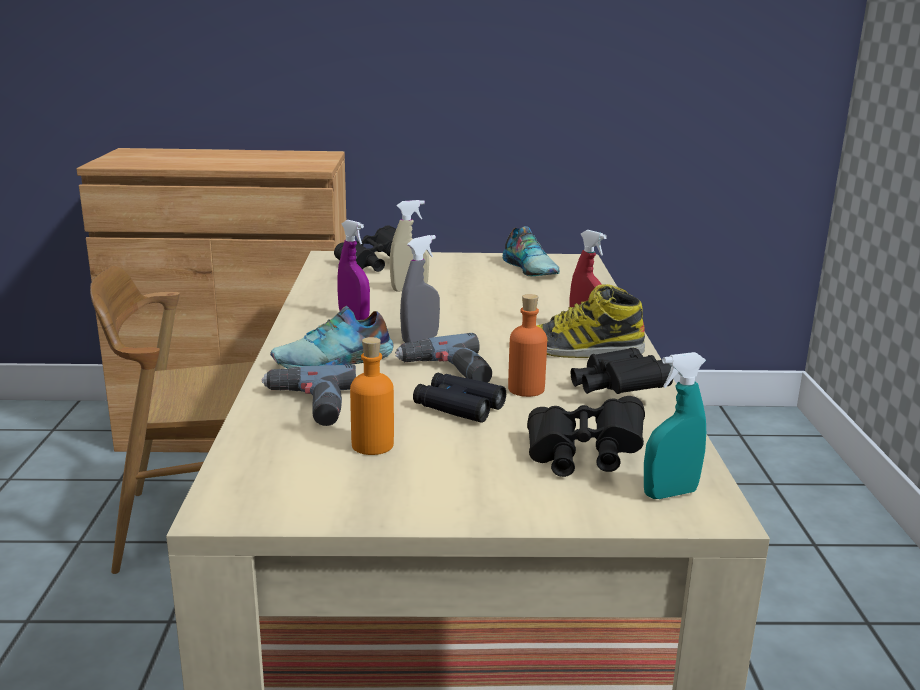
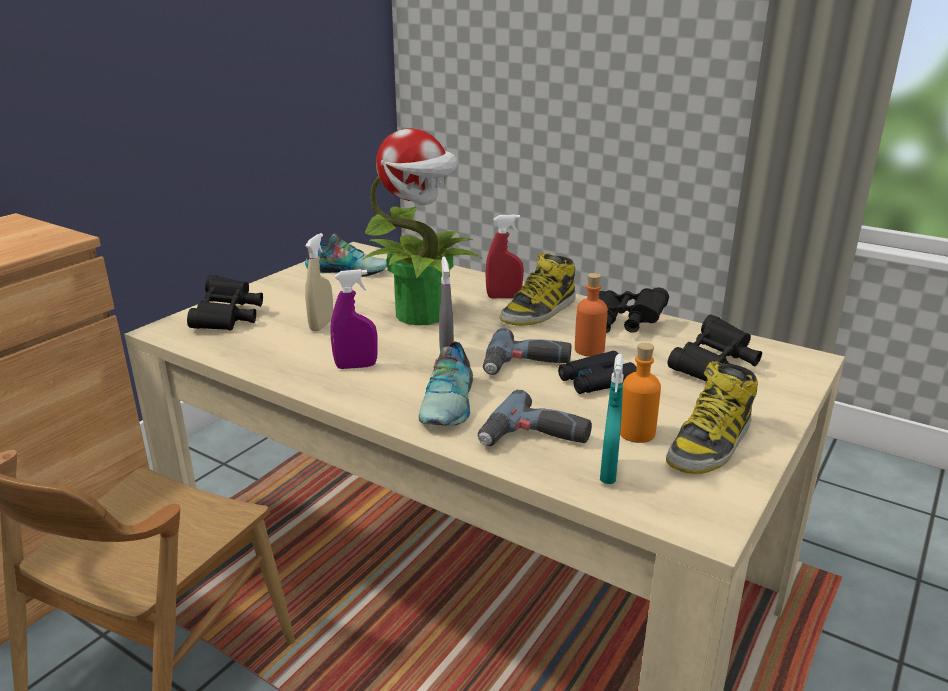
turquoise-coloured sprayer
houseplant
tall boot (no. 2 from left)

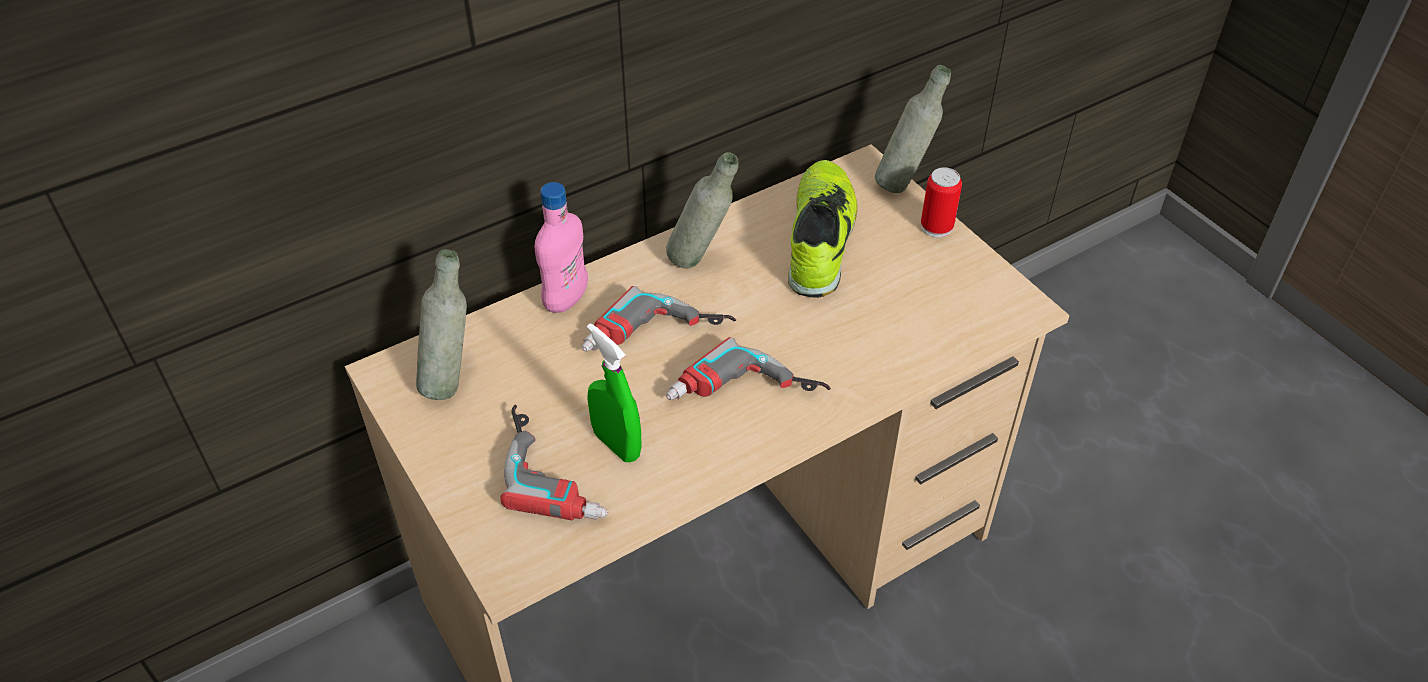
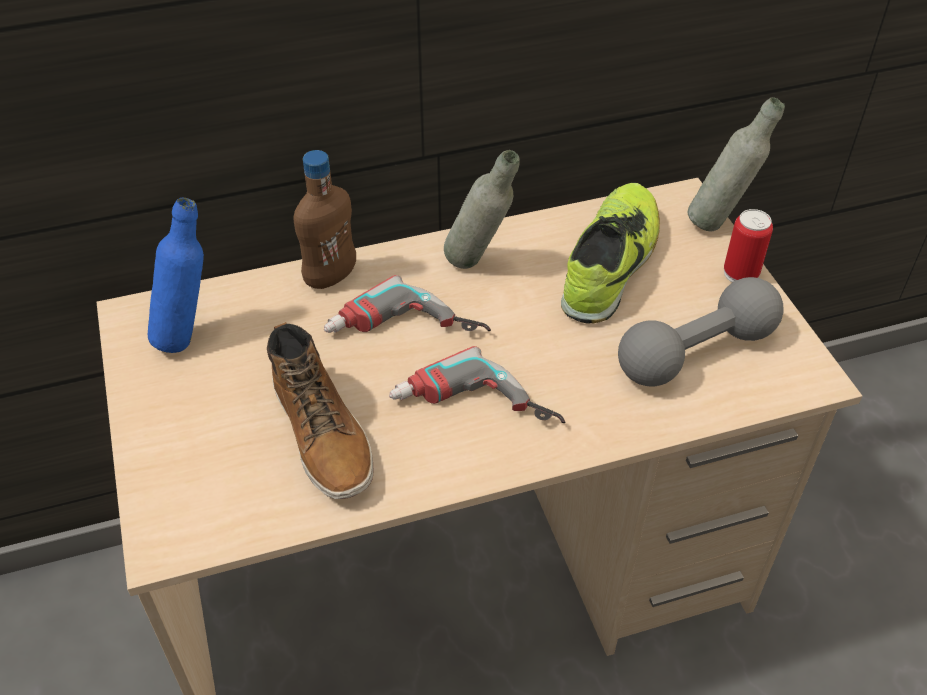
brown-coloured beverage bottle
blue beverage bottle
tall boot
power drill (no. 1 from left in the first image)
grey dumbbell

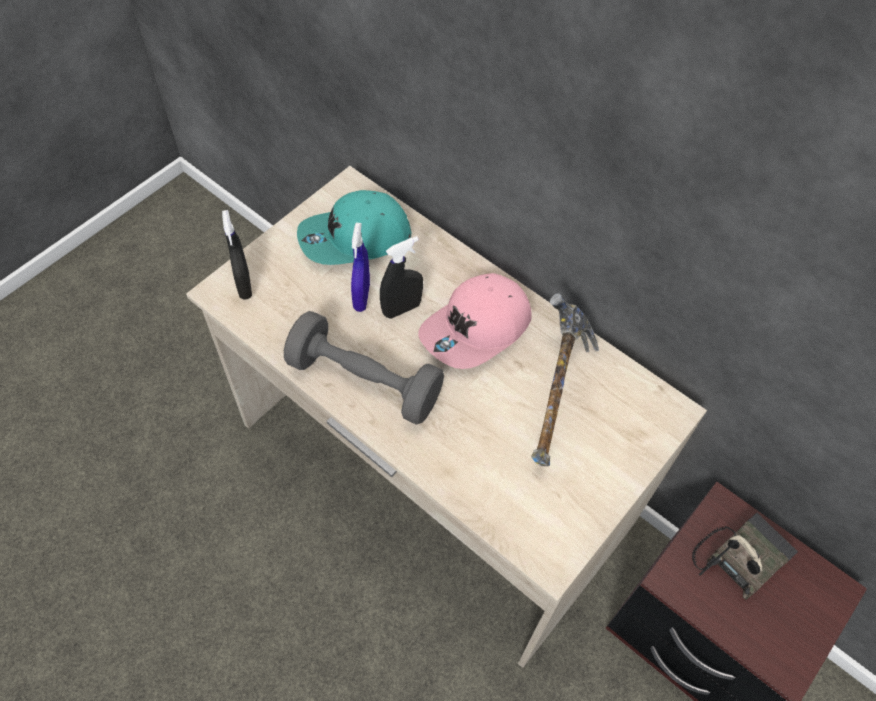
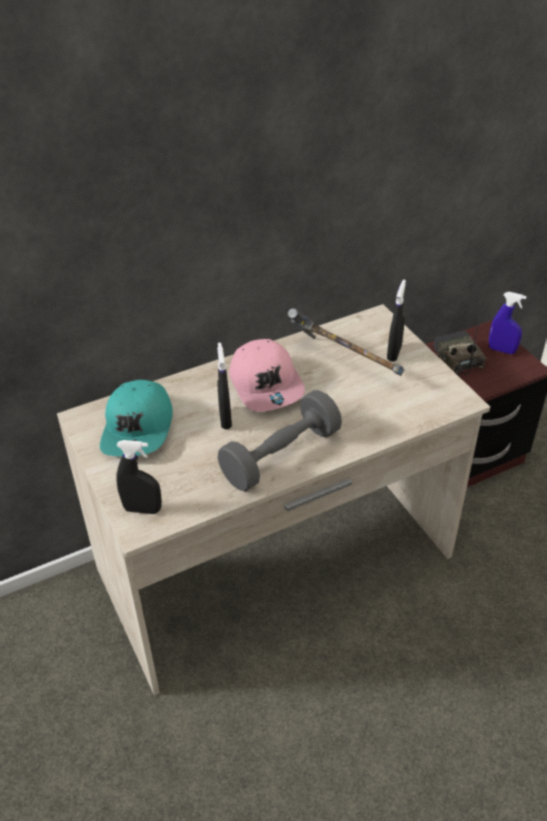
blue sprayer
blackish sprayer (no. 3 from left)

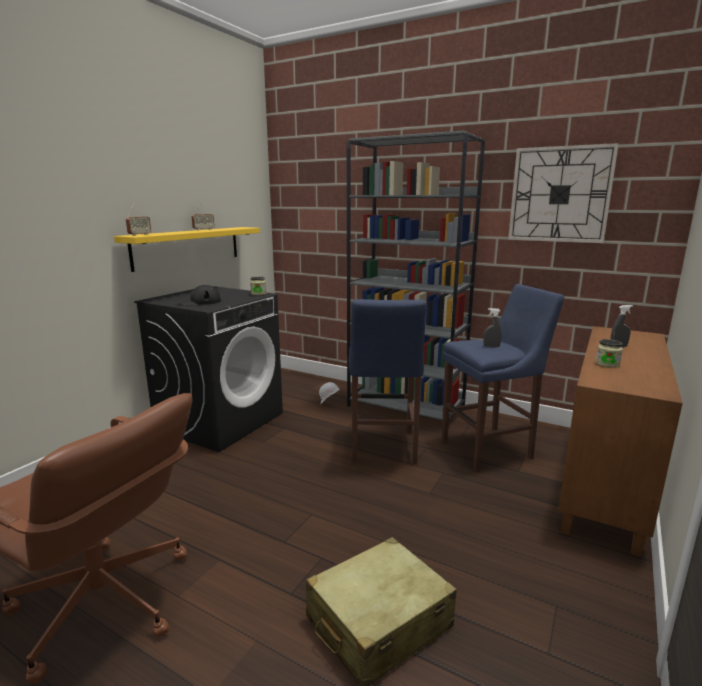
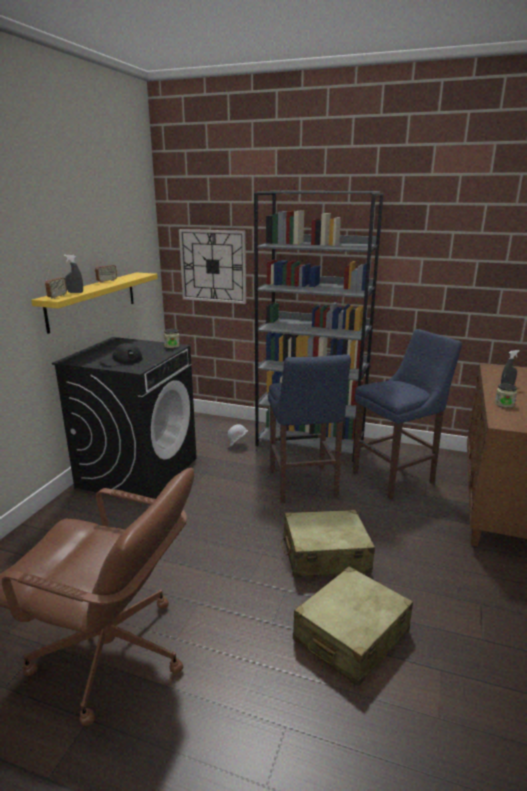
wall clock
grey sprayer (no. 1 from left)
sand-coloured piece of luggage (no. 1 from left)

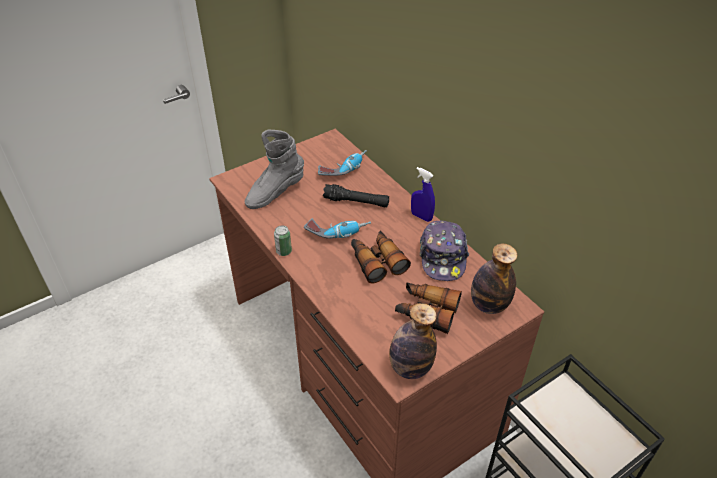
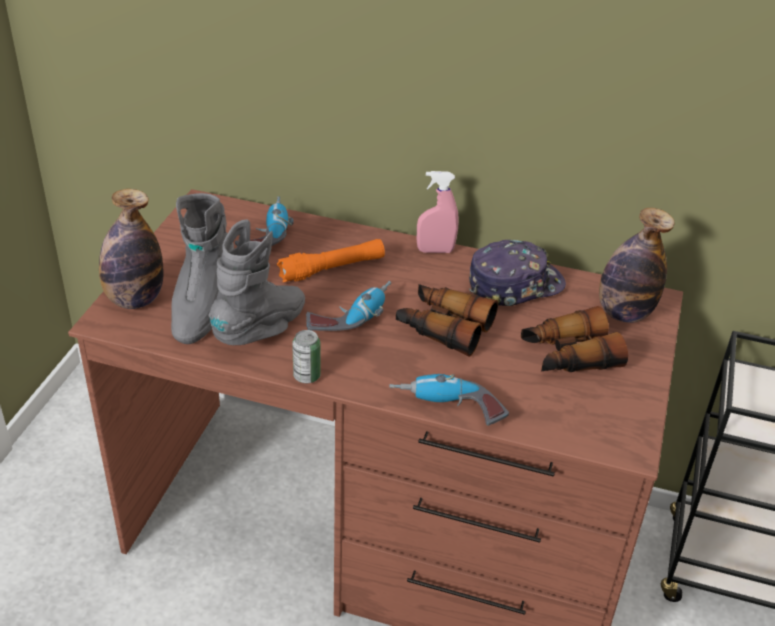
pink sprayer
orangey flashlight
baseball cap
beverage bottle (no. 1 from left)
grey tall boot (no. 2 from left)
power drill (no. 3 from left)

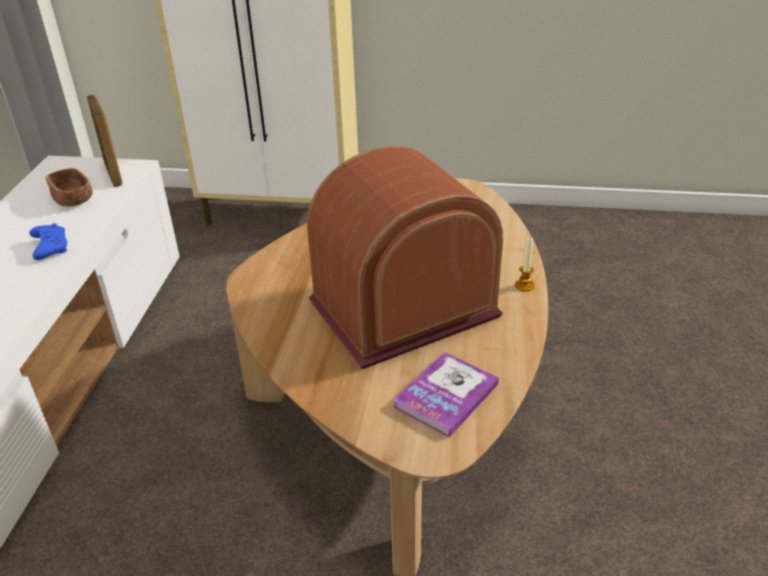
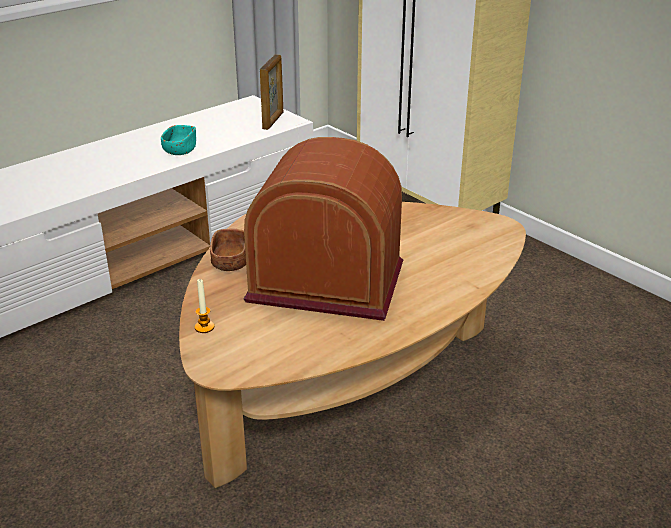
brown-coloured bowl
turquoise-coloured bowl
wax candle
bound book

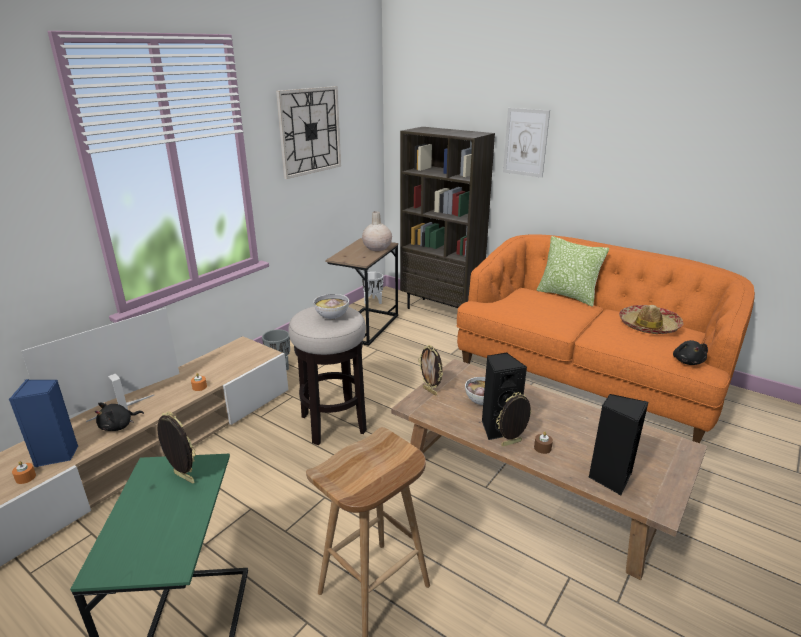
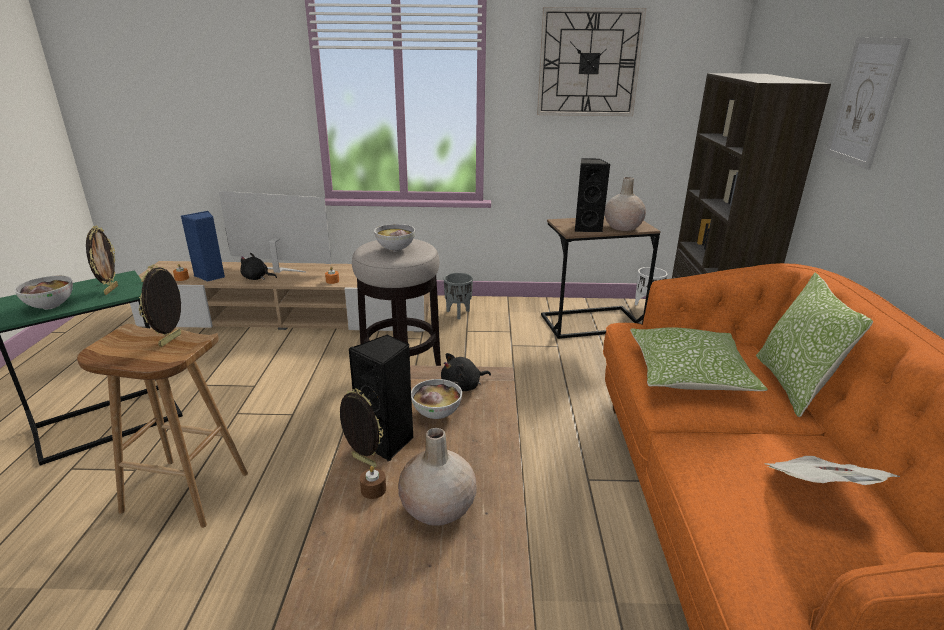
newspaper
blackish cuddly toy (no. 2 from left)
standing frame (no. 2 from left)
blackish audio speaker (no. 2 from left)
bowl (no. 1 from left)
throw pillow (no. 1 from left)
sand-coloured flower vase (no. 1 from left)

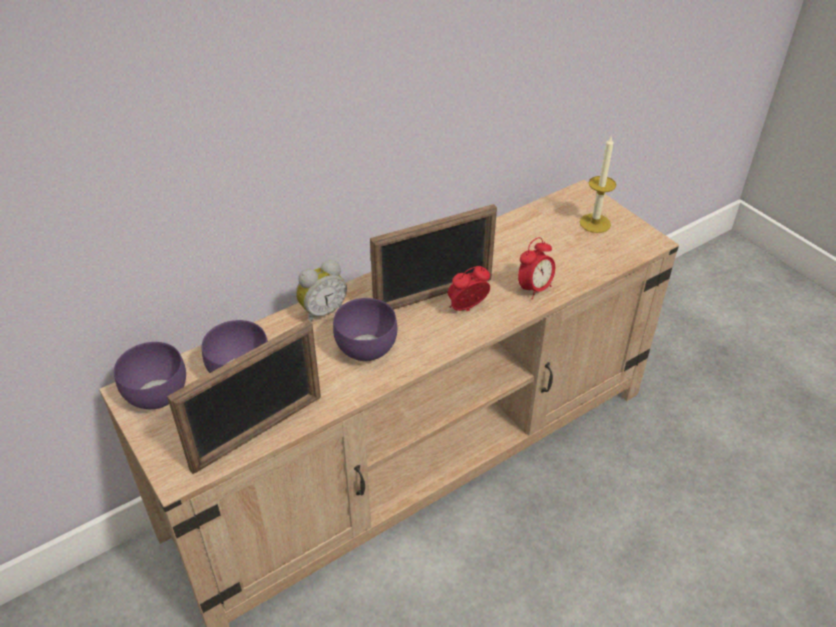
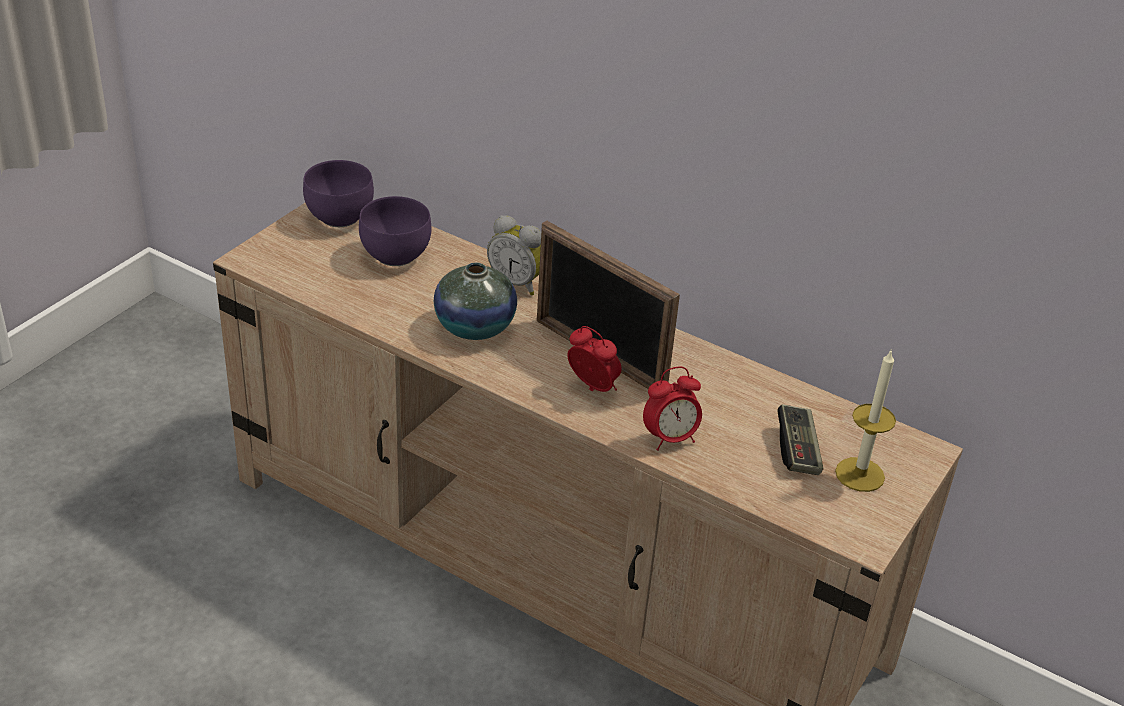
table clock (no. 3 from left)
flower vase
standing frame (no. 1 from left in the first image)
gamepad

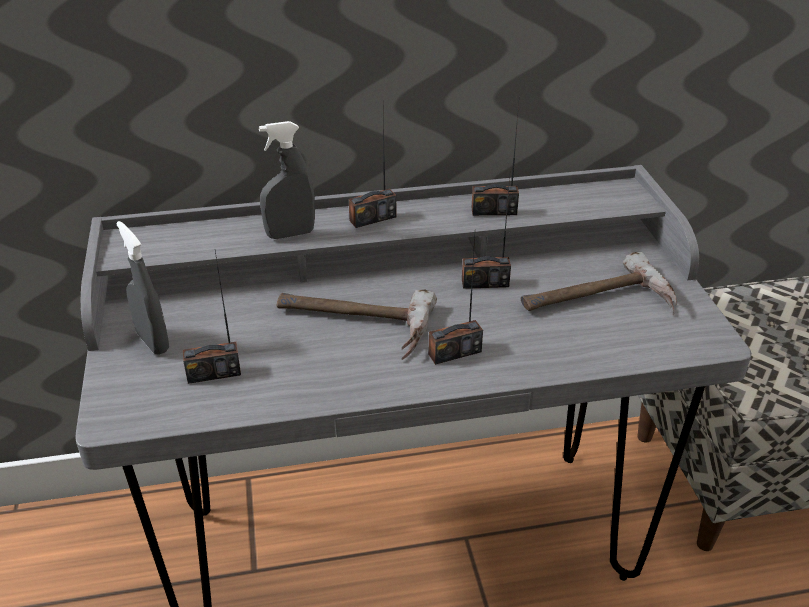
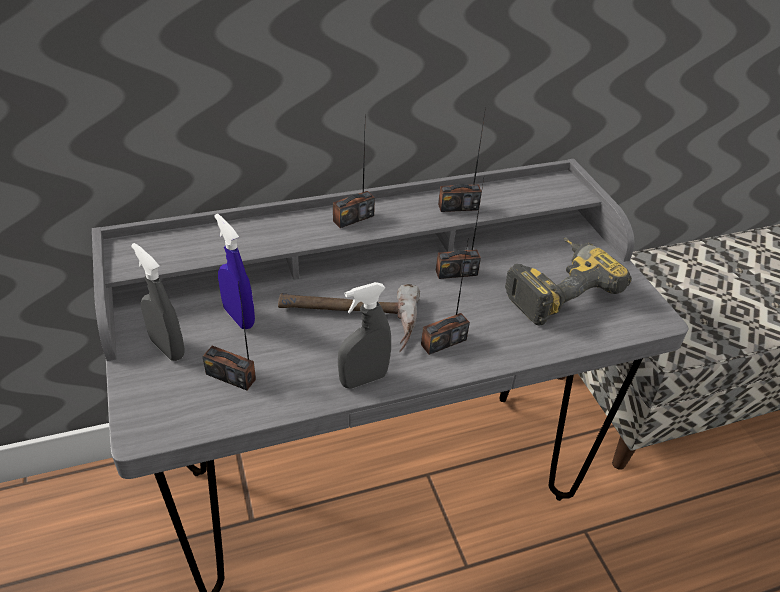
grey sprayer (no. 2 from left)
radio (no. 1 from left)
power drill
blue sprayer

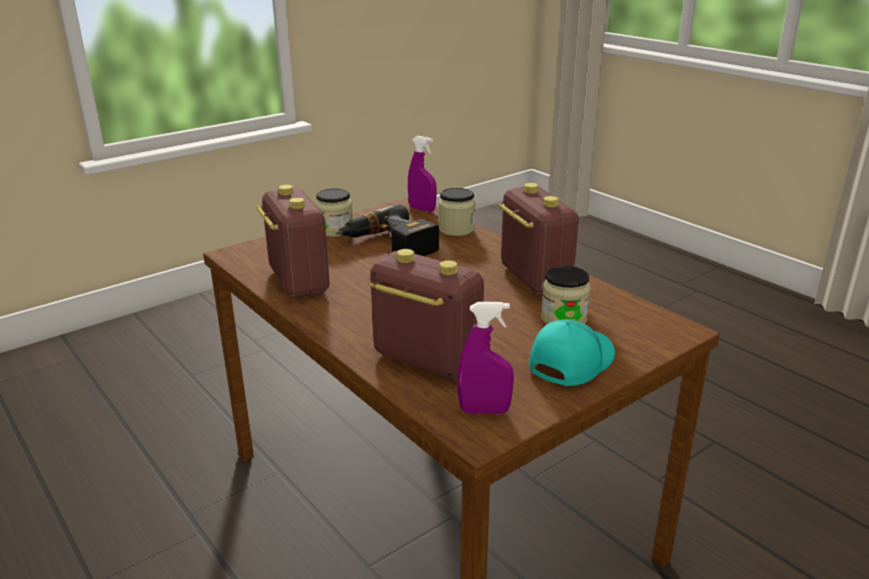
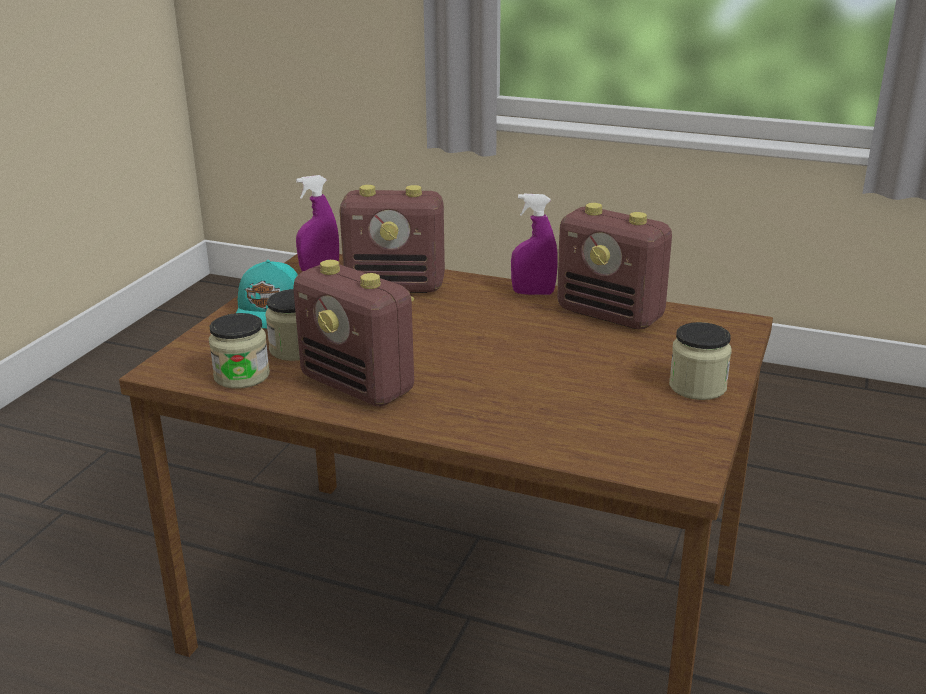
purple sprayer (no. 2 from left)
jar (no. 1 from left)
power drill

